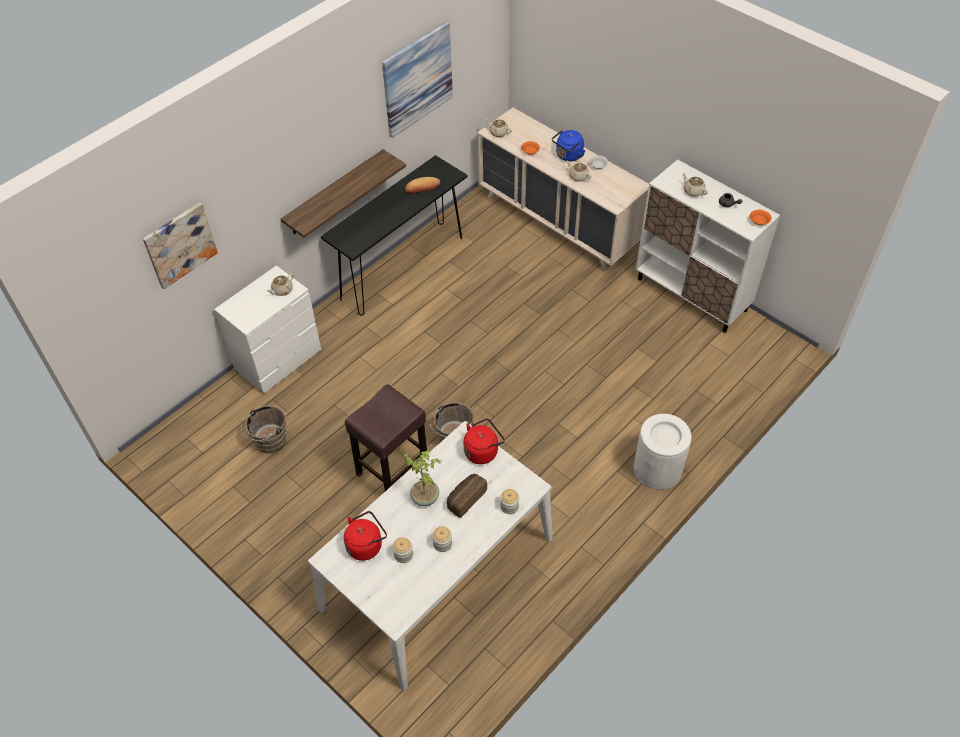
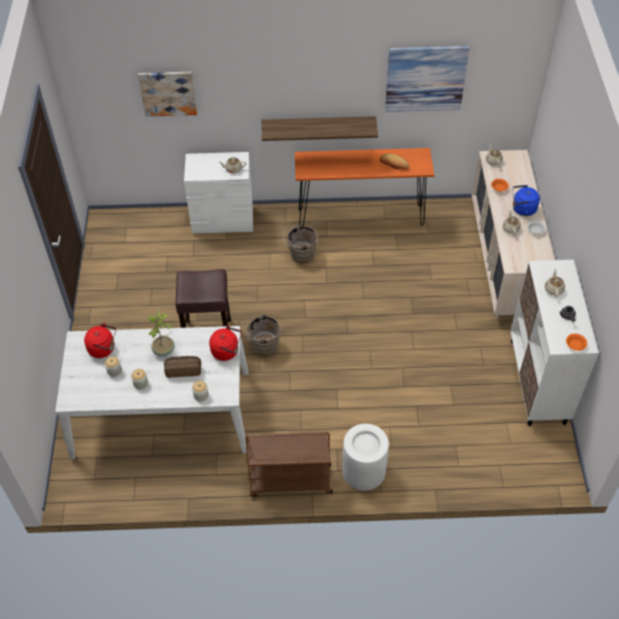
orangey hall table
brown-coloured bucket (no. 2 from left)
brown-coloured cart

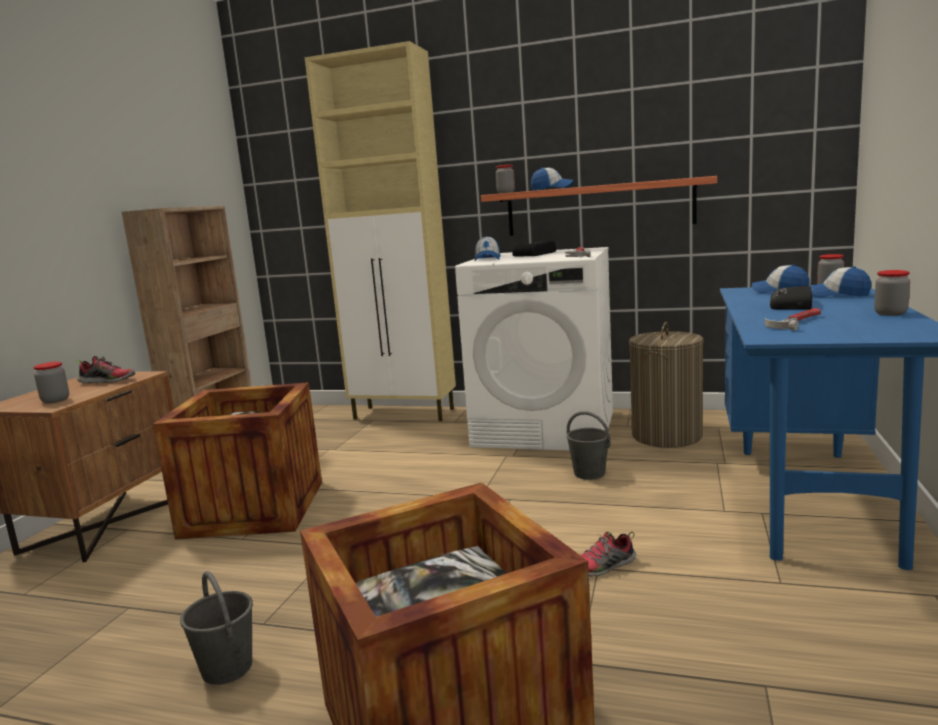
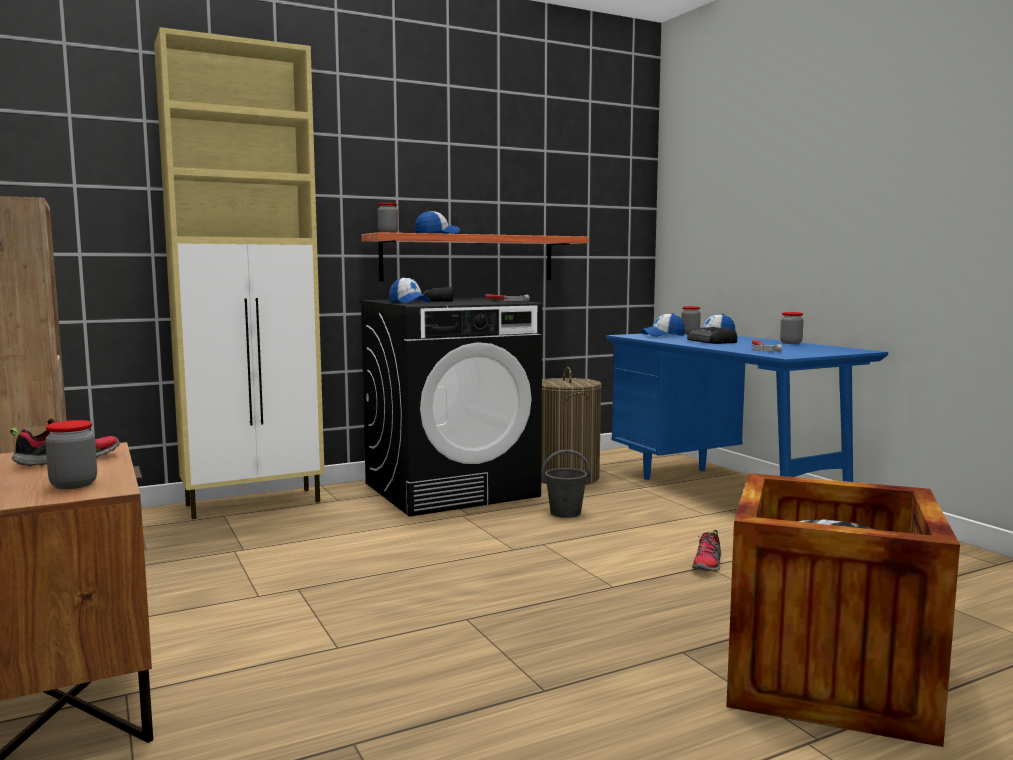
blackish washing machine
crate (no. 1 from left in the first image)
grey bucket (no. 1 from left in the first image)

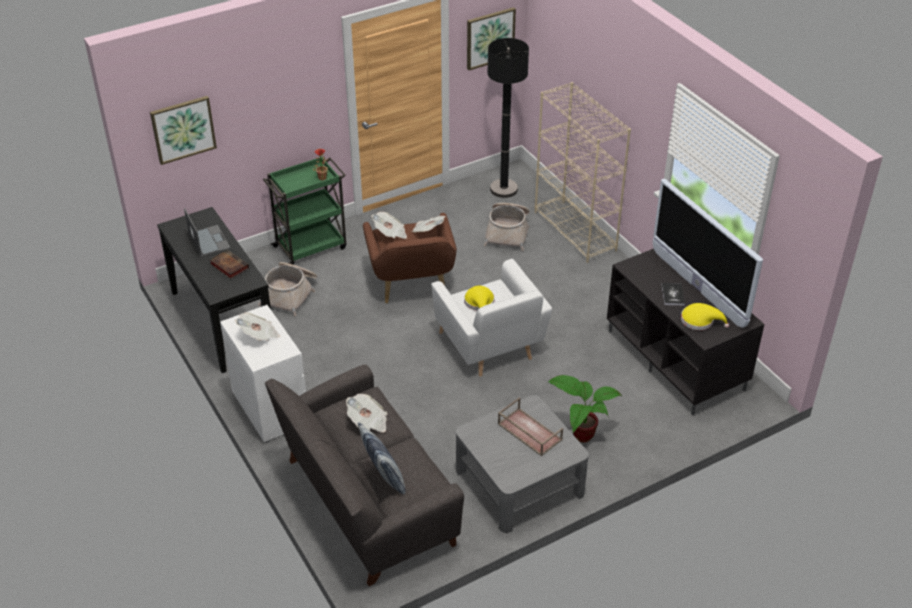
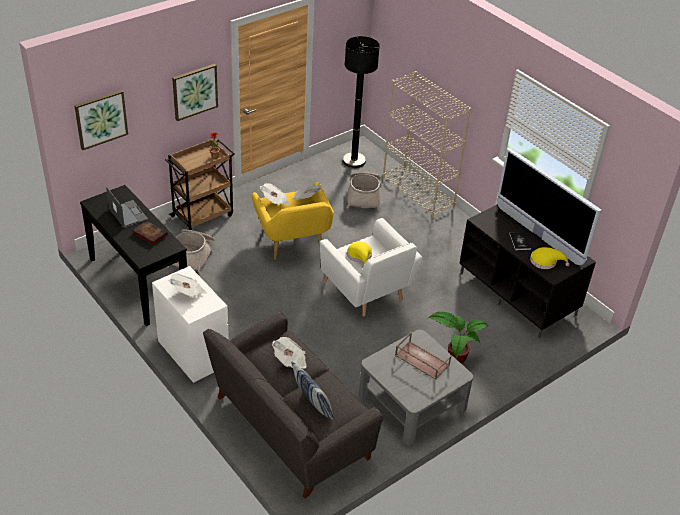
picture (no. 2 from left)
brown-coloured cart
yellow easy chair

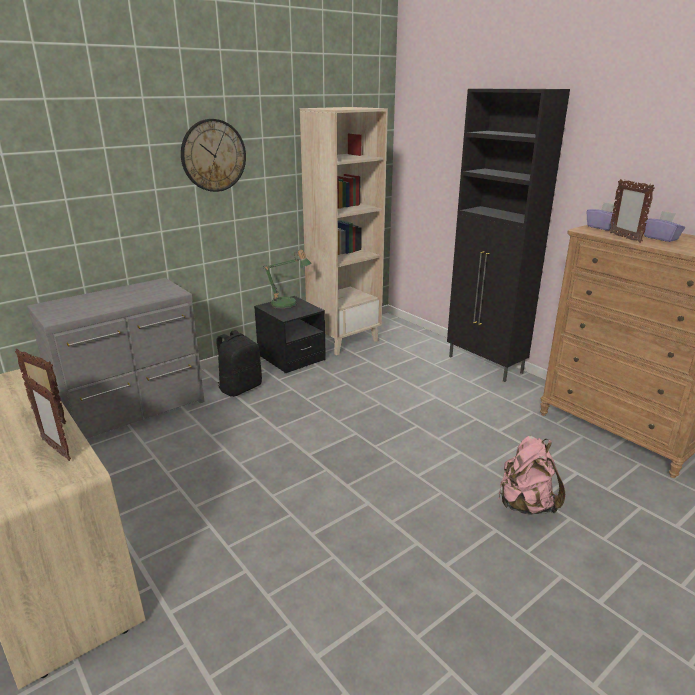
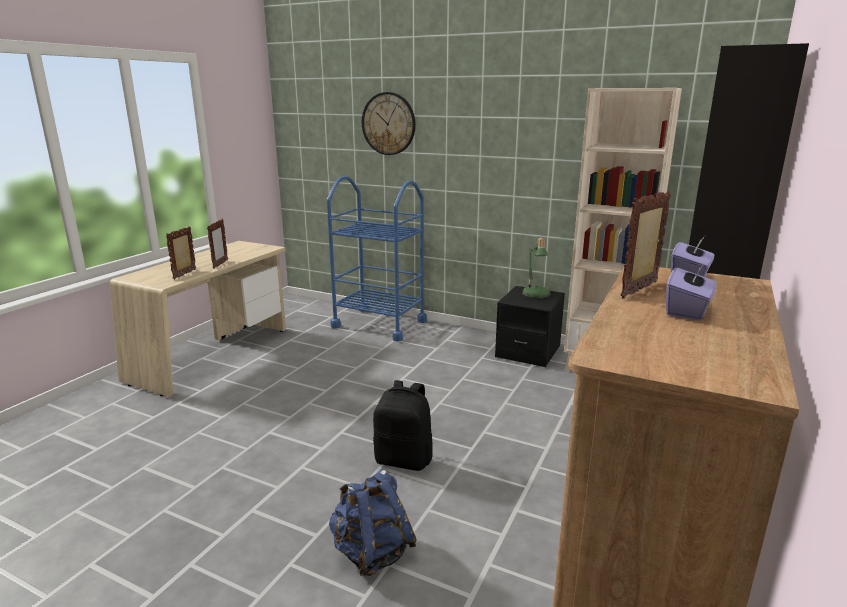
wall clock
blue cart
blackish rucksack
blue rucksack

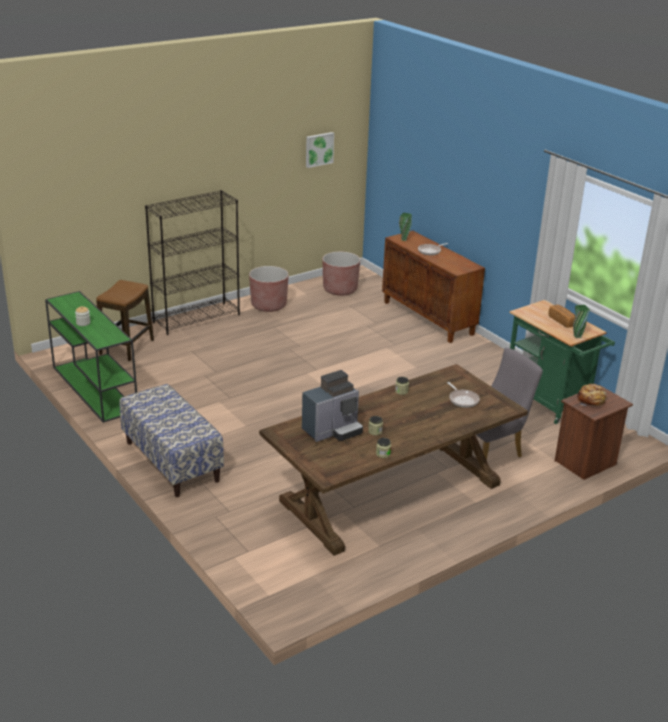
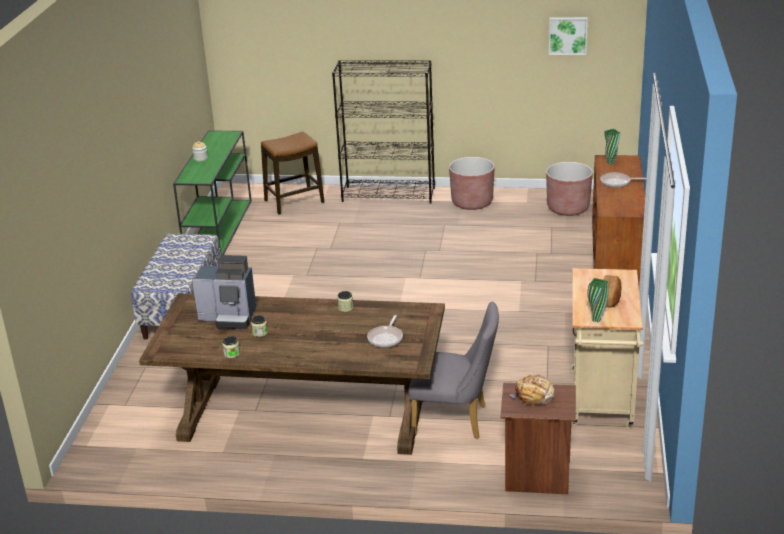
sand-coloured cart

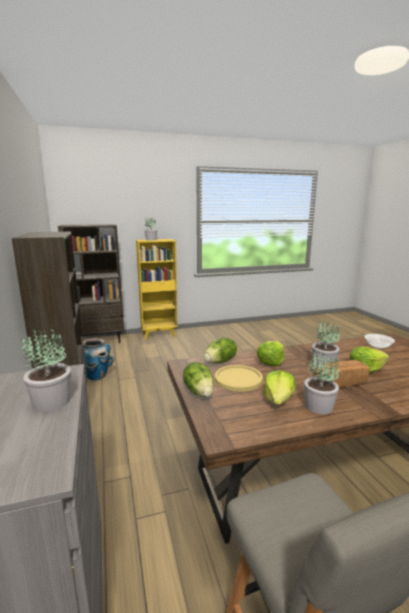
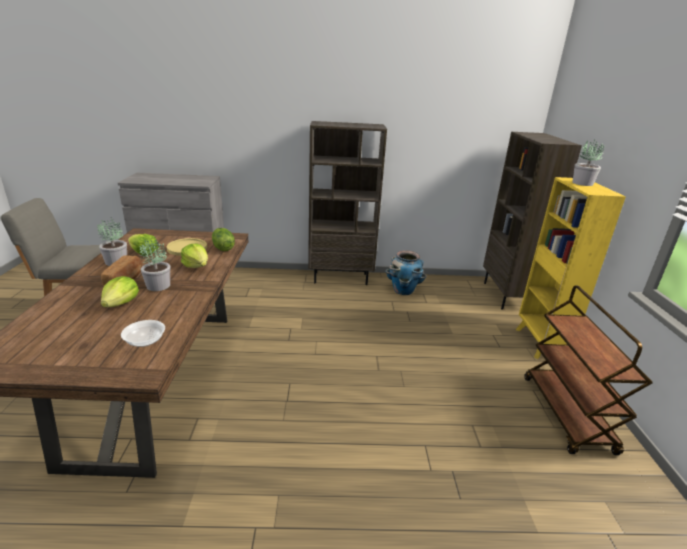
houseplant (no. 1 from left in the first image)
lettuce head (no. 1 from left in the first image)
brown-coloured cart

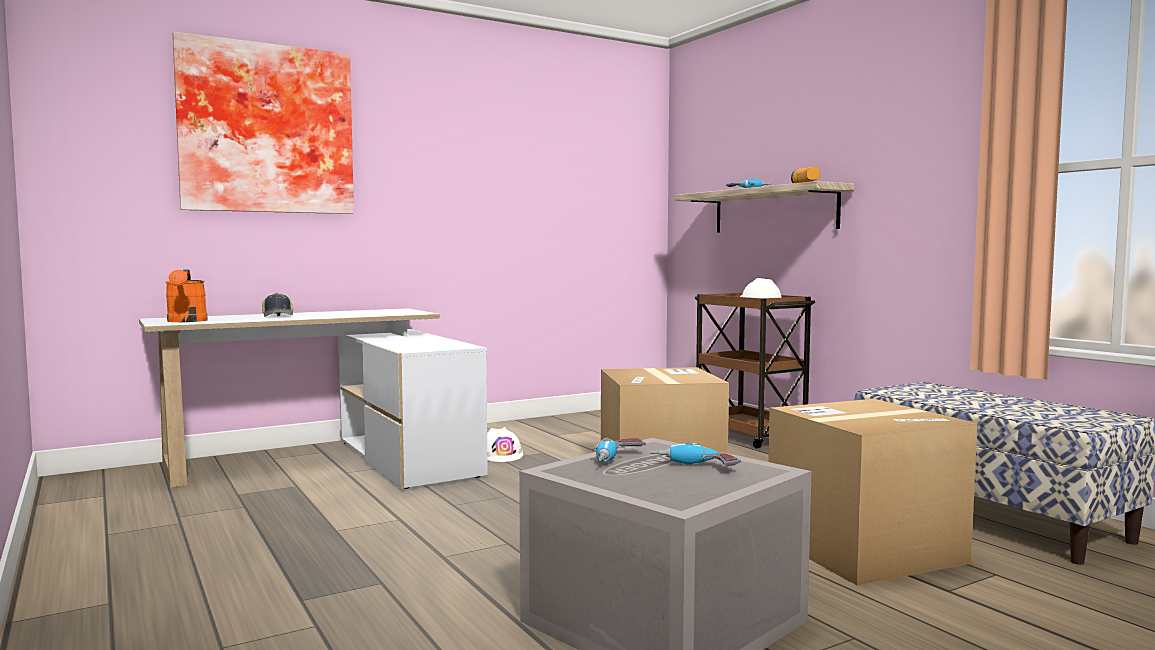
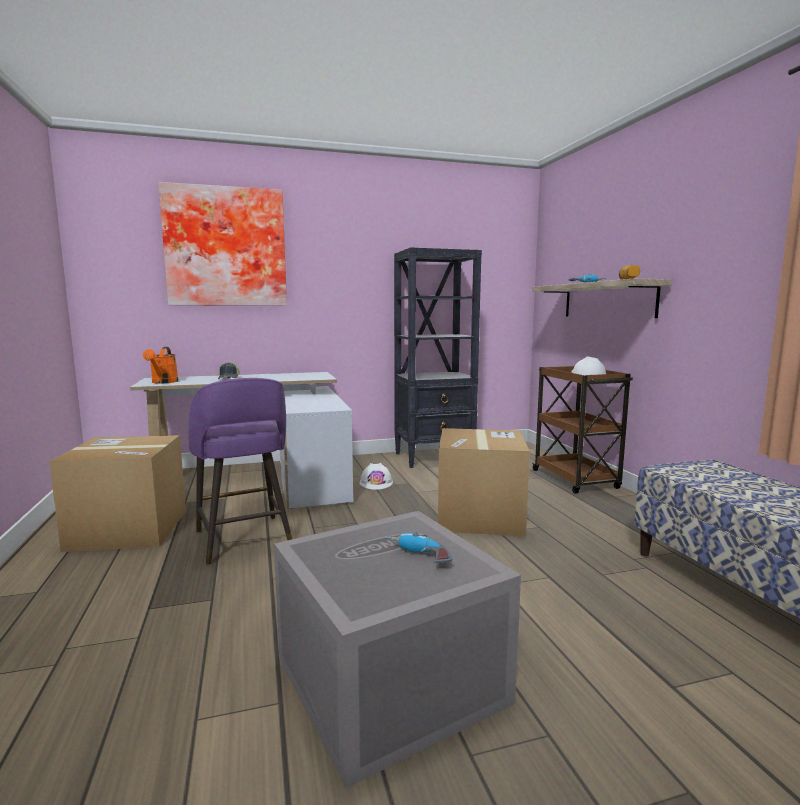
cardboard box (no. 1 from left)
power drill (no. 1 from left in the first image)
blackish shelving unit
purple stool

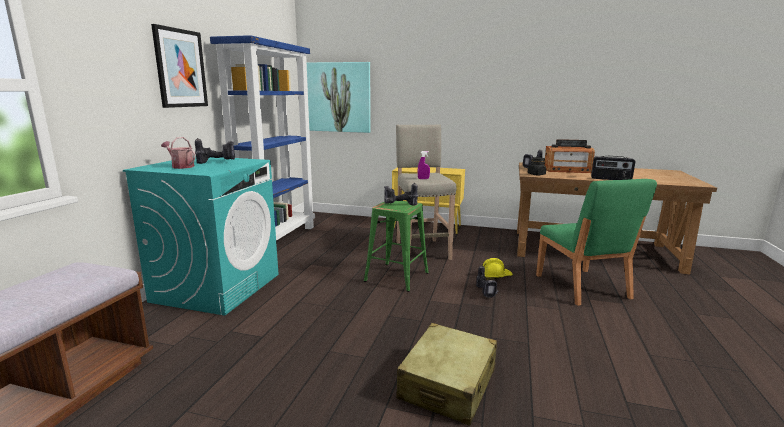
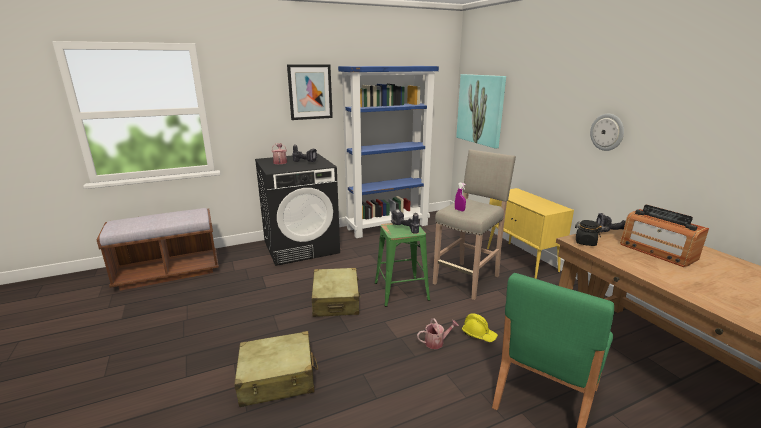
radio (no. 2 from left in the first image)
blackish washing machine
sprinkling can (no. 2 from left)
wall clock
sand-coloured piece of luggage (no. 2 from left)

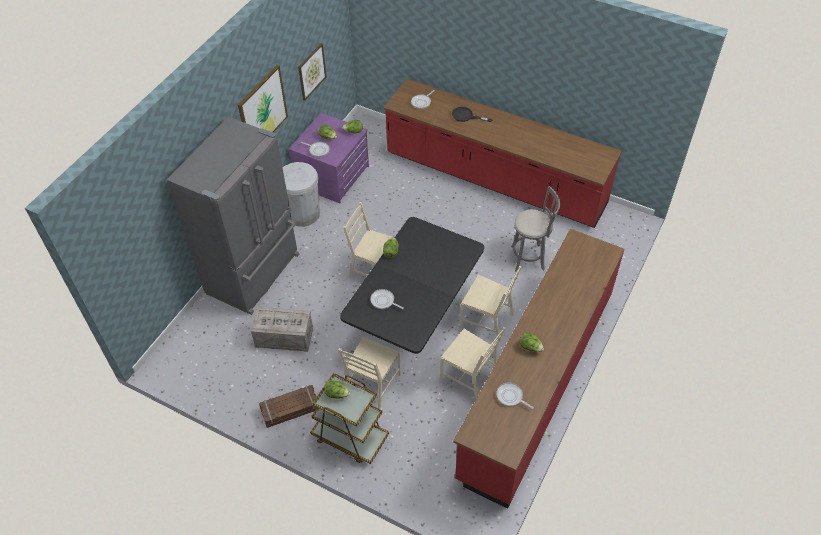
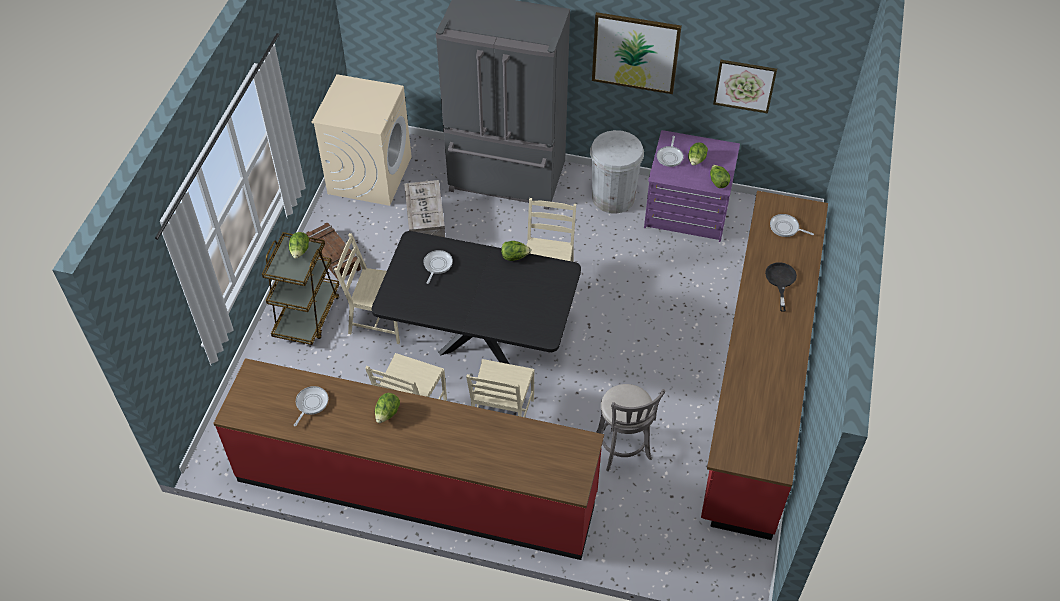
sand-coloured washing machine

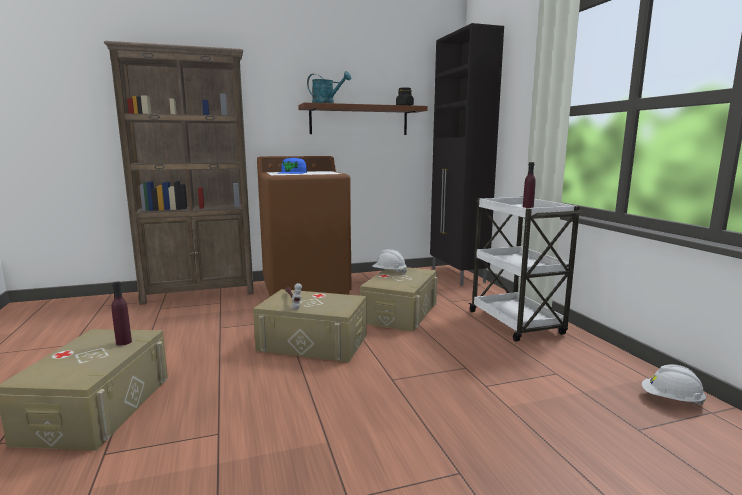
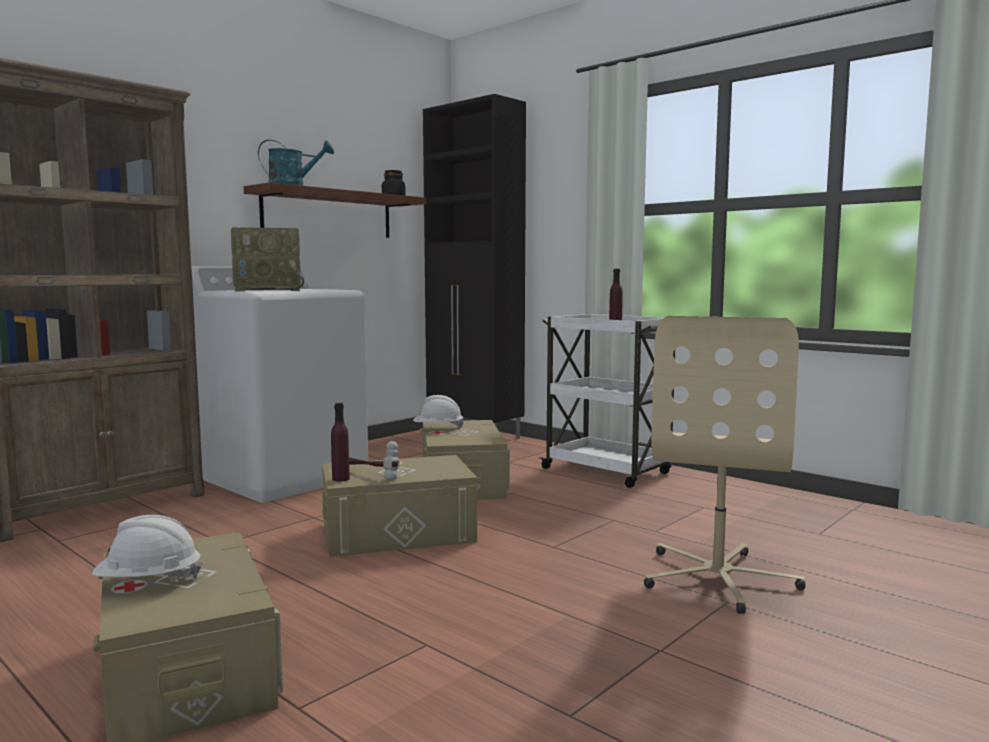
white-coloured washing machine
radio
purple beverage bottle (no. 1 from left)
white-coloured work helmet (no. 1 from left)
sand-coloured computer chair

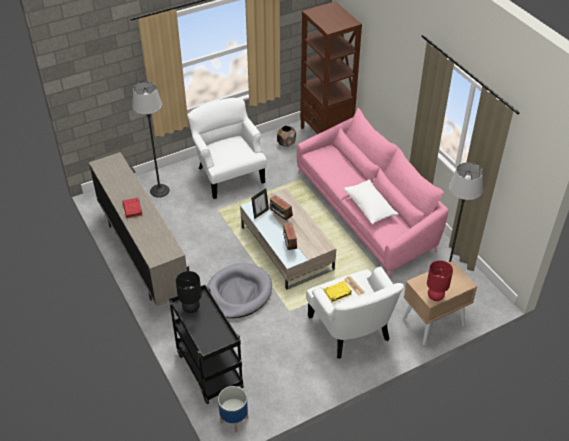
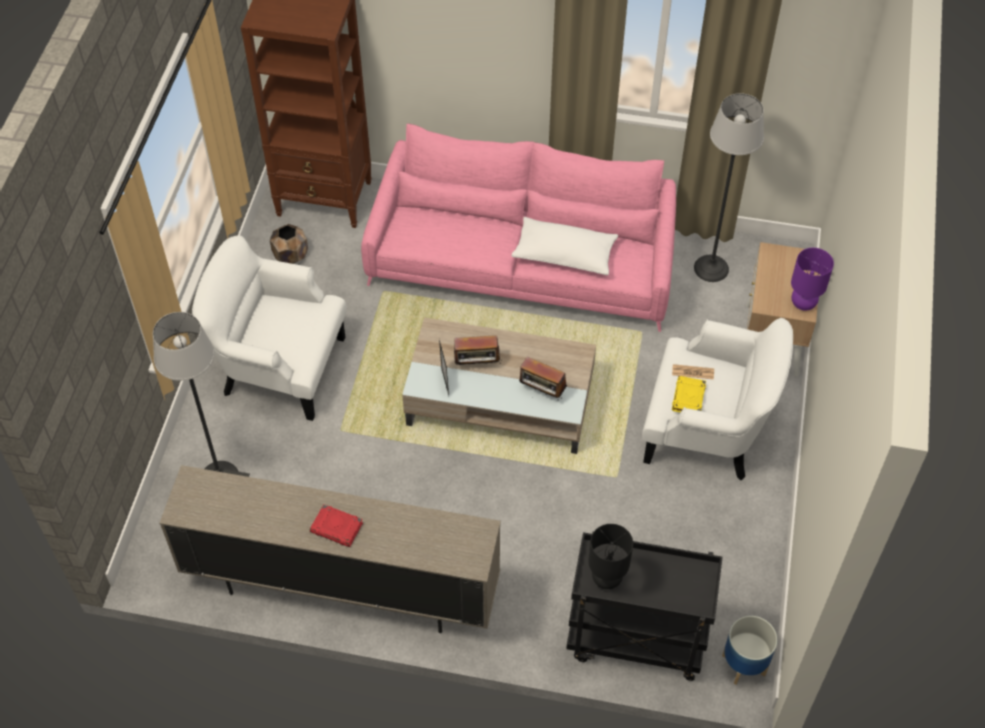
purple lamp for a table
grey dog bed

